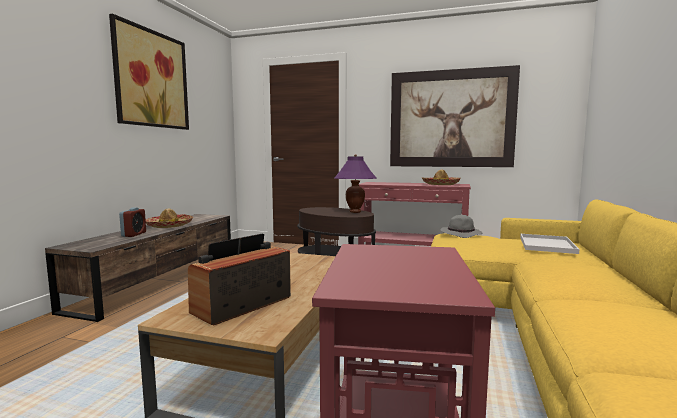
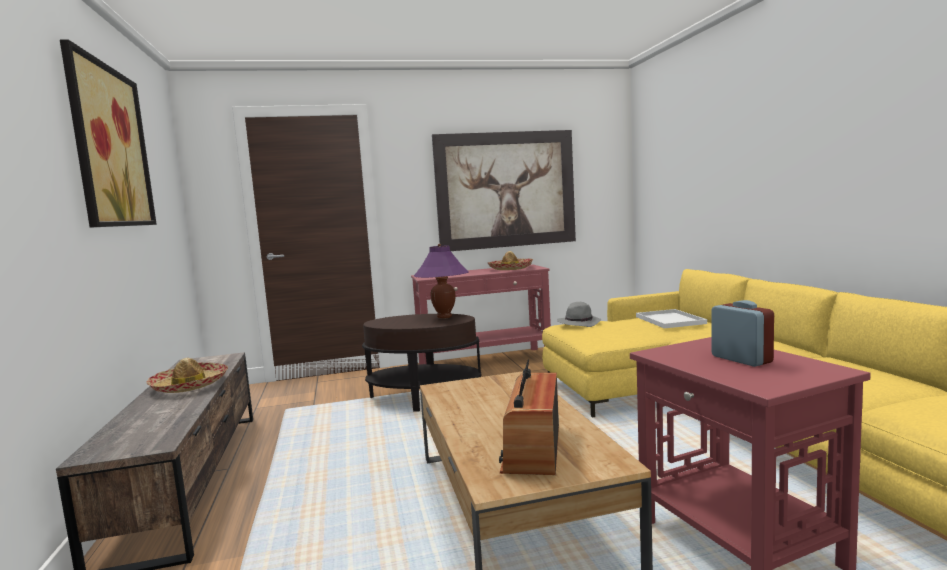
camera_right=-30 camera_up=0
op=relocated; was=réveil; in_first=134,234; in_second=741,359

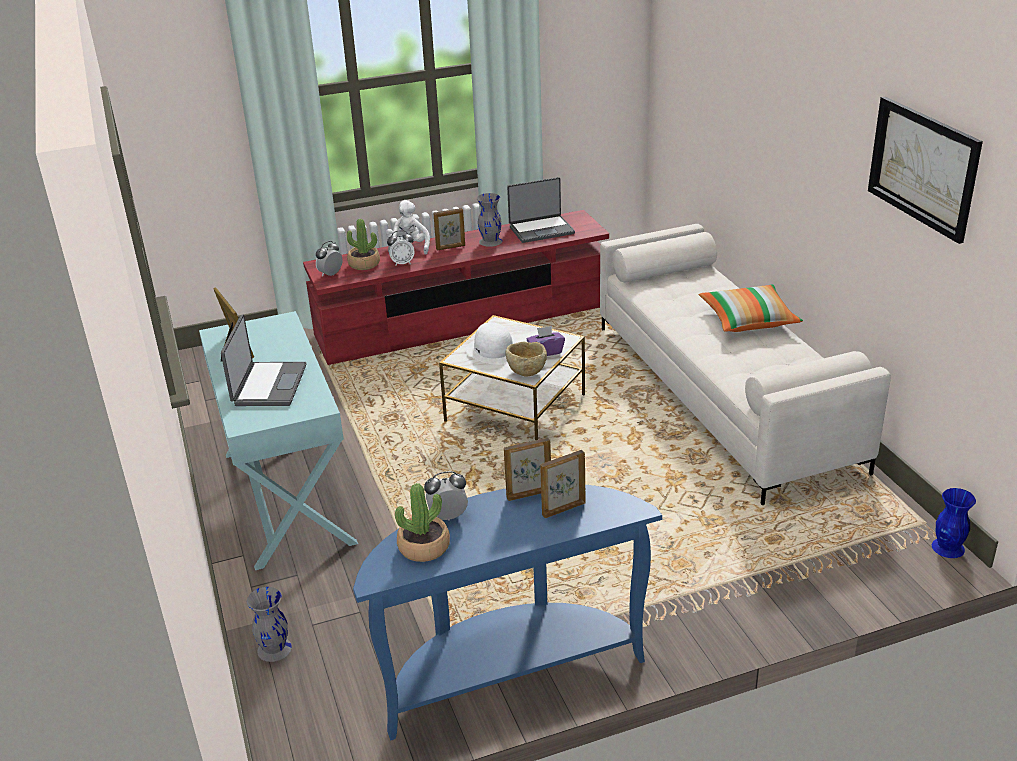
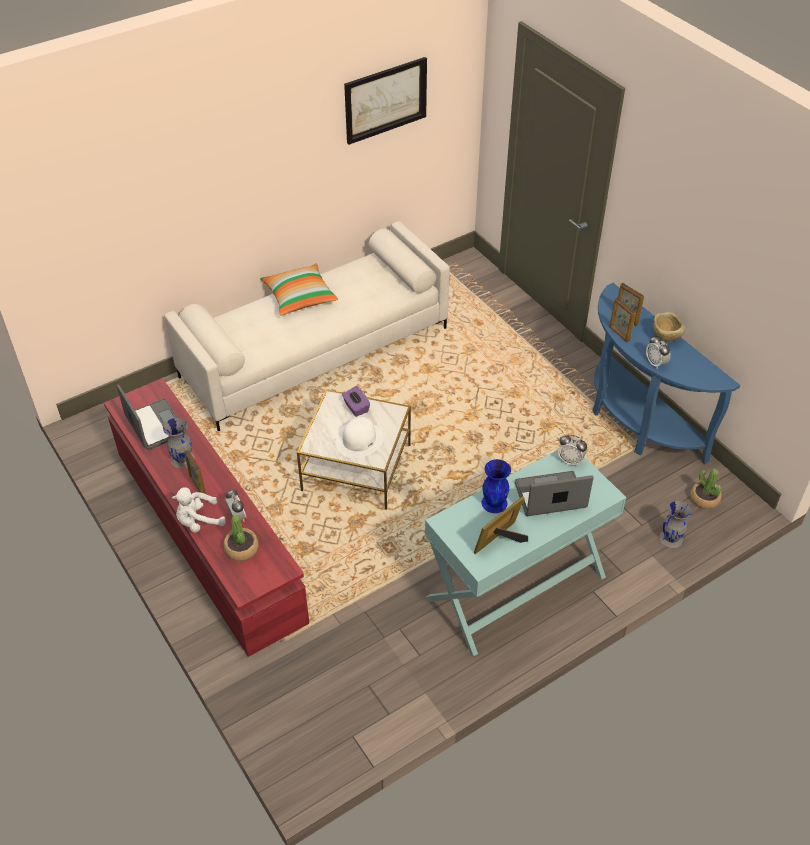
camera_right=-105 camera_up=15
op=relocated; was=réveil; in_first=330,274; in_second=570,460
op=relocated; was=bol (beige); in_first=526,372; in_second=665,337
op=relocated; was=plante en pot; in_first=424,547; in_second=704,499
op=relocated; was=vase (bleu); in_first=948,548; in_second=495,503

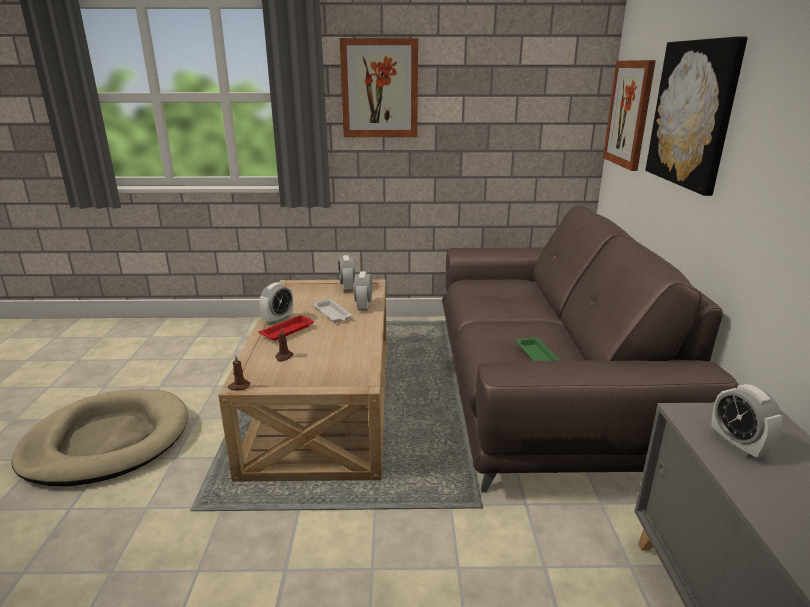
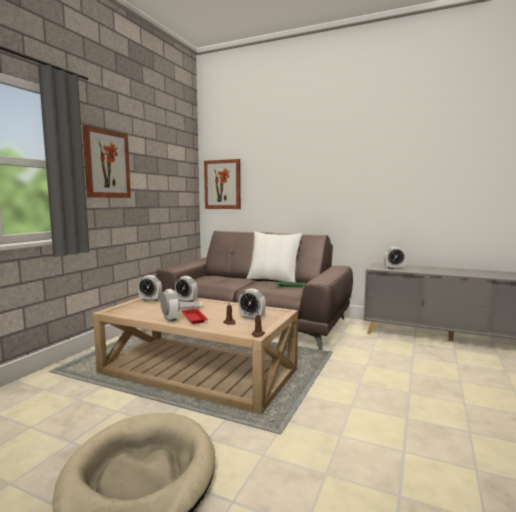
camera_right=-65 camera_up=-15
op=missing; was=tableau; in_first=693,114
op=appeared; now=coussin (blanc); in_second=273,280
op=appeared; now=réveil; in_second=252,318

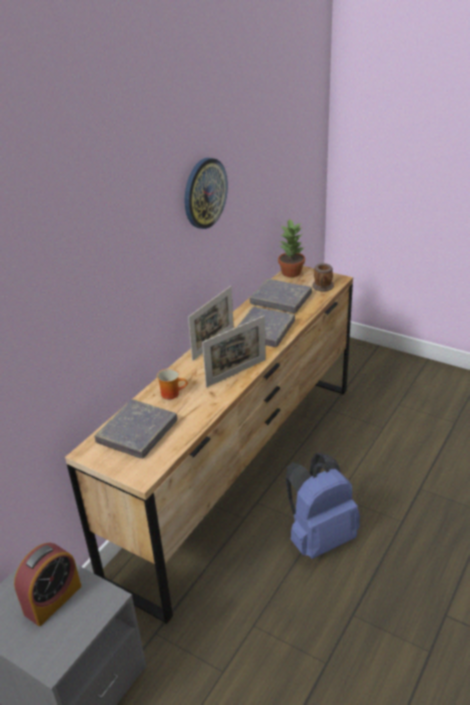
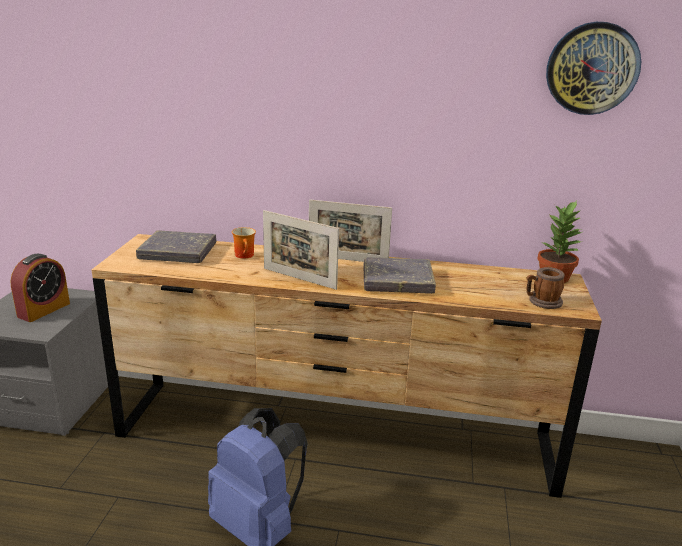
camera_right=65 camera_up=-10
op=relocated; was=horloge murale; in_first=204,193; in_second=592,68
op=missing; was=livre (gris); in_first=281,299
op=spun; was=réveil; in_first=53,600; in_second=44,310; clockwise=-75

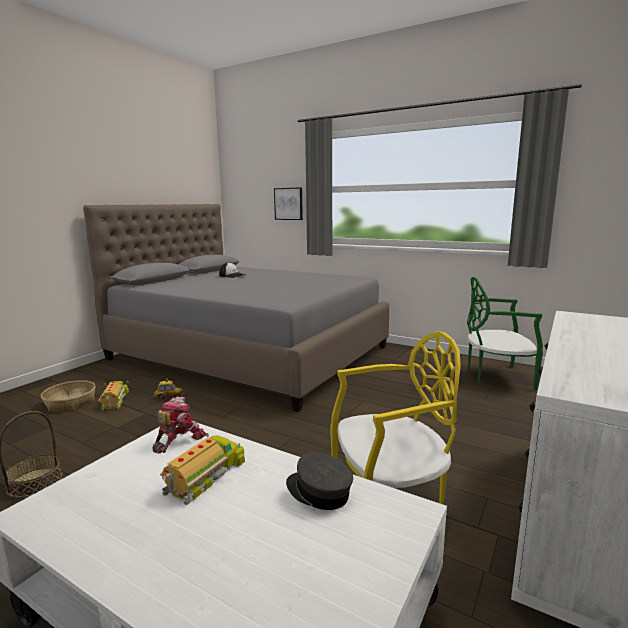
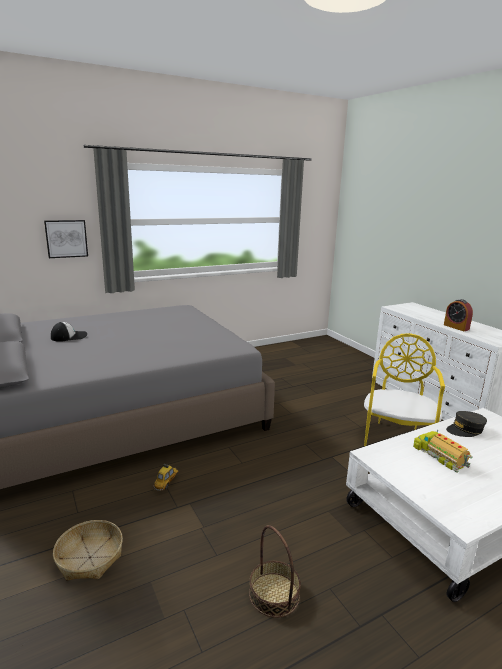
camera_right=-60 camera_up=5
op=missing; was=chaise (vert); in_first=496,376
op=missing; was=camion jouet; in_first=115,400
op=missing; was=robot jouet; in_first=178,440
op=appeared; now=réveil; in_second=456,327

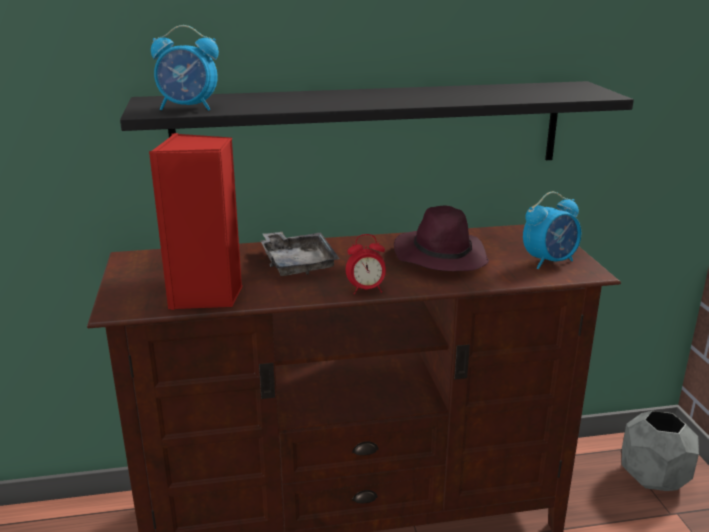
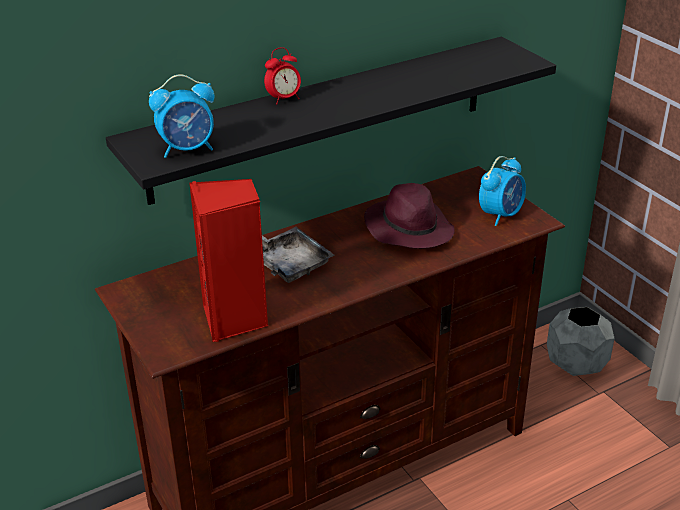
camera_right=-20 camera_up=10
op=relocated; was=réveil; in_first=366,290; in_second=284,99

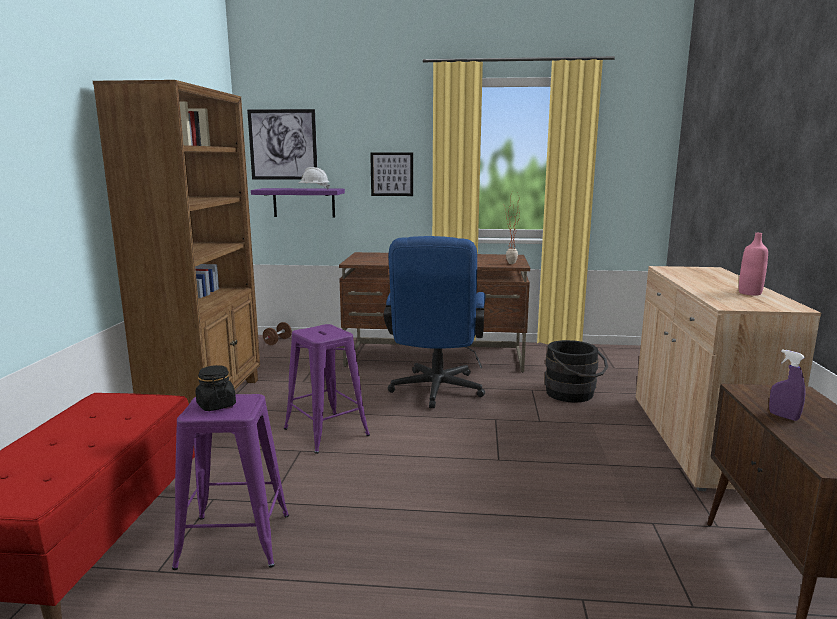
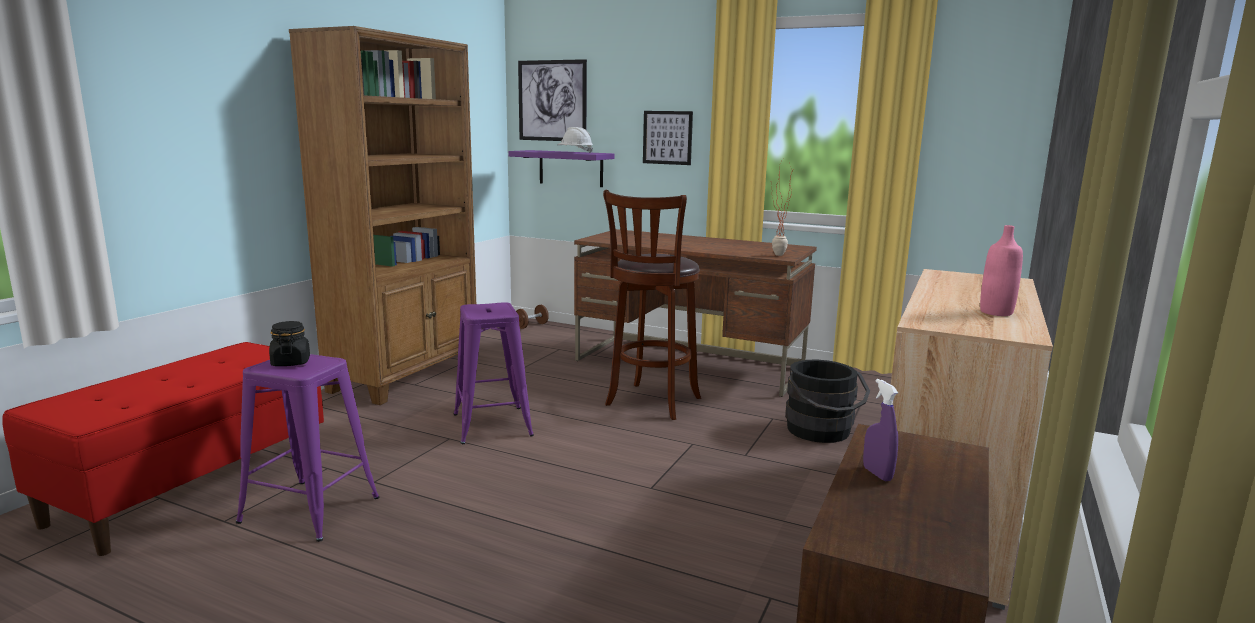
camera_right=20 camera_up=0
op=exchanged; was=chaise de bureau (bleu); now=tabouret (marron); in_first=435,392; in_second=651,403

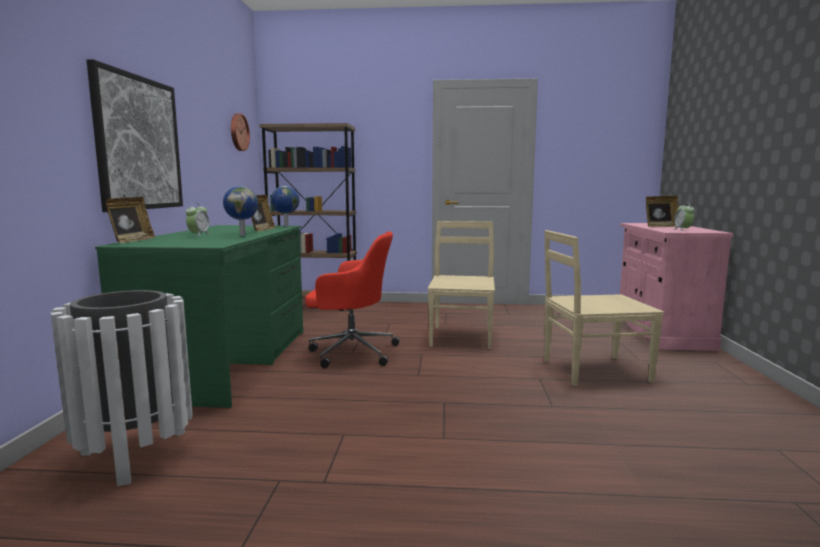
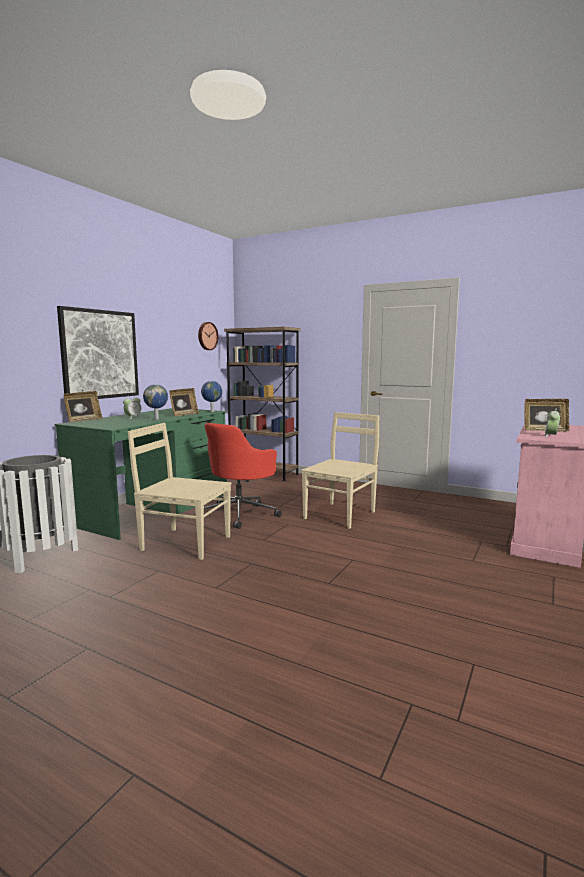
camera_right=25 camera_up=0
op=relocated; was=chaise (beige); in_first=593,370; in_second=184,543
op=spun; was=chaise de bureau (rouge); in_first=351,352; in_second=240,514; clockwise=90

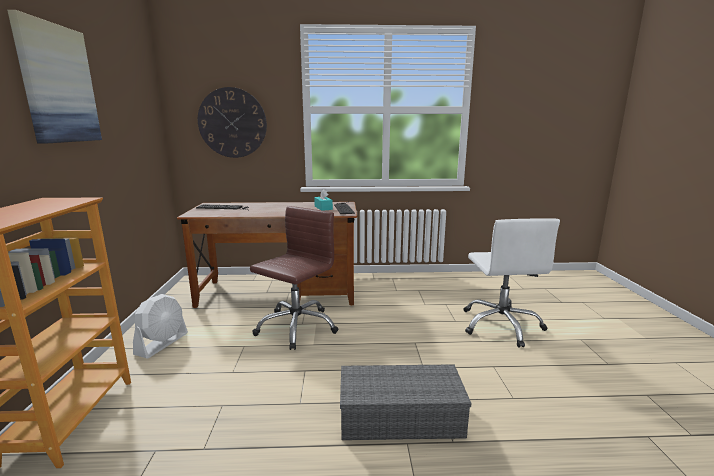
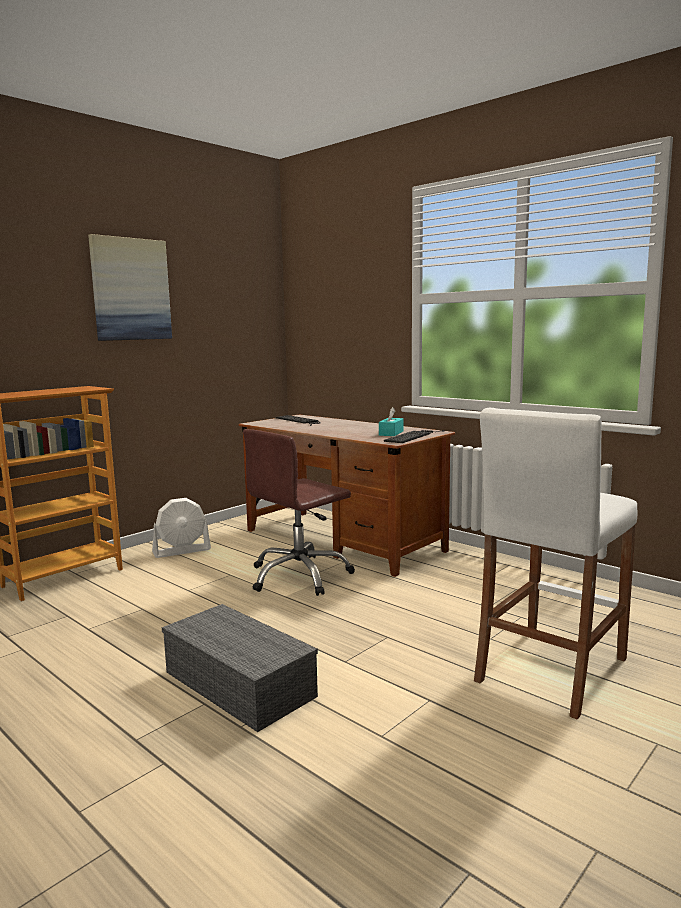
camera_right=45 camera_up=-5
op=missing; was=horloge murale; in_first=232,123
op=spun; was=chaise de bureau (marron); in_first=296,327; in_second=299,576; clockwise=150
op=exchanged; was=chaise de bureau (blanc); now=tabouret (blanc); in_first=501,325; in_second=550,669

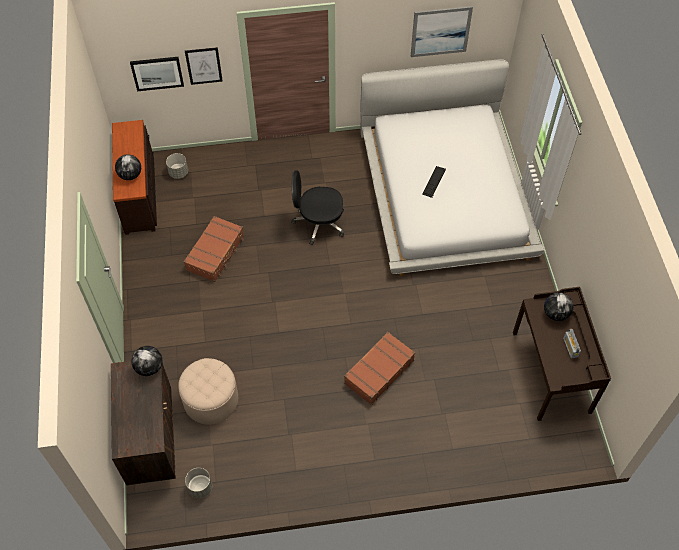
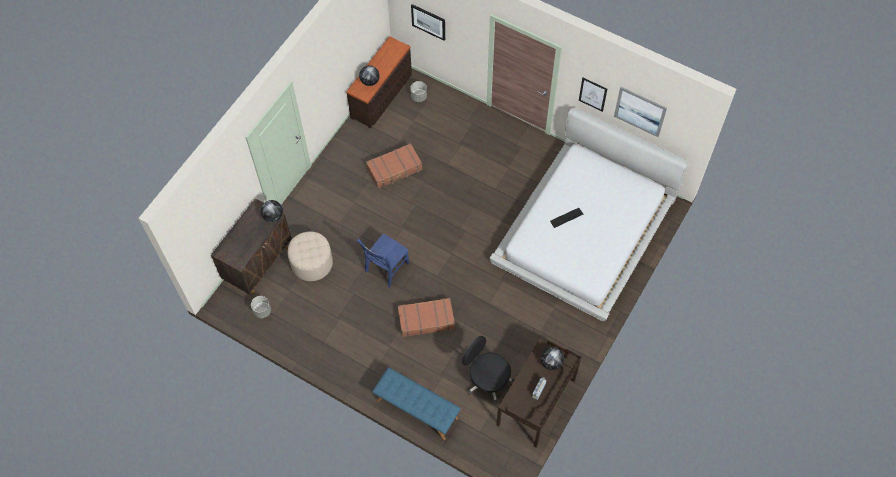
camera_right=40 camera_up=5
op=relocated; was=tableau; in_first=204,65; in_second=593,94
op=relocated; was=chaise de bureau (noir); in_first=318,223; in_second=487,380
op=appeared; now=chaise (bleu); in_second=385,268
op=appeared; now=banc (bleu); in_second=416,410

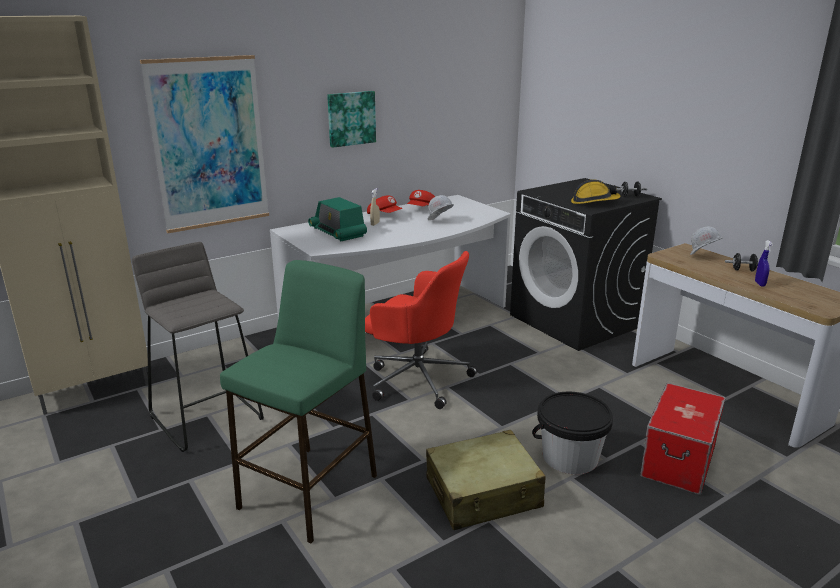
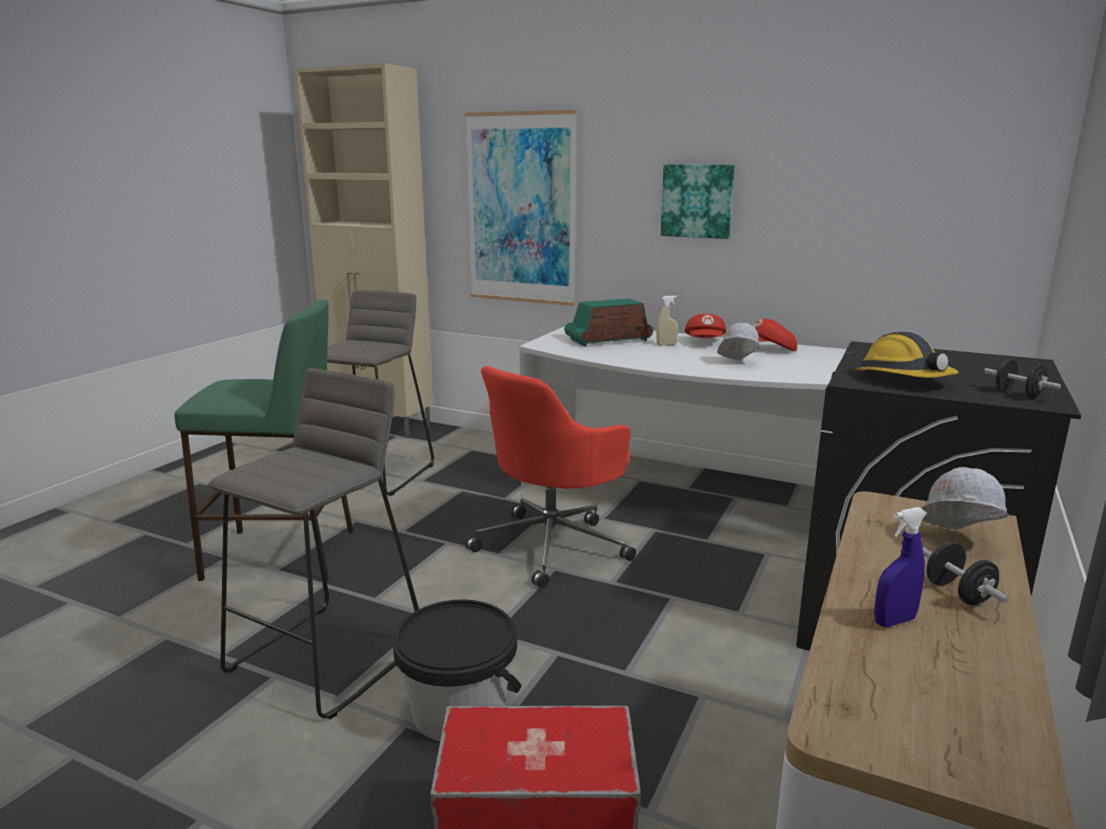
camera_right=60 camera_up=-5
op=spun; was=radio; in_first=338,232; in_second=608,340; clockwise=45
op=spun; was=chaise de bureau (rouge); in_first=417,378; in_second=553,545; clockwise=45
op=exchanged; was=valise (beige); now=tabouret (gris); in_first=483,493; in_second=328,658

